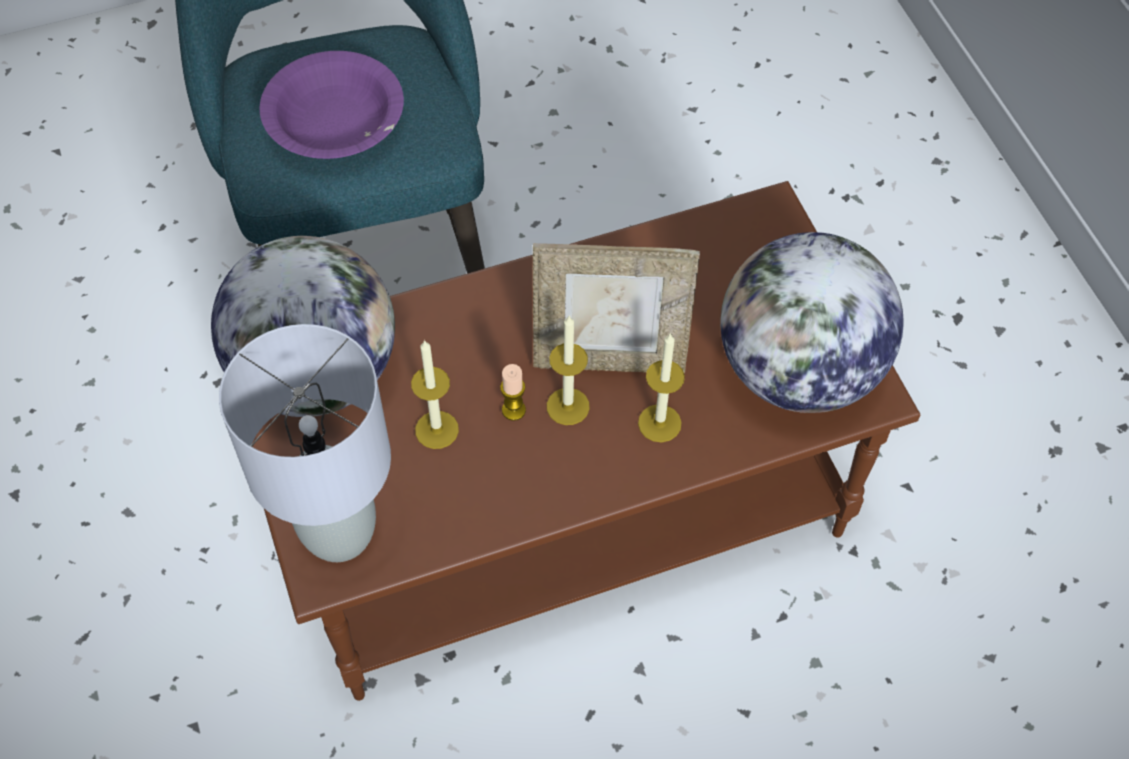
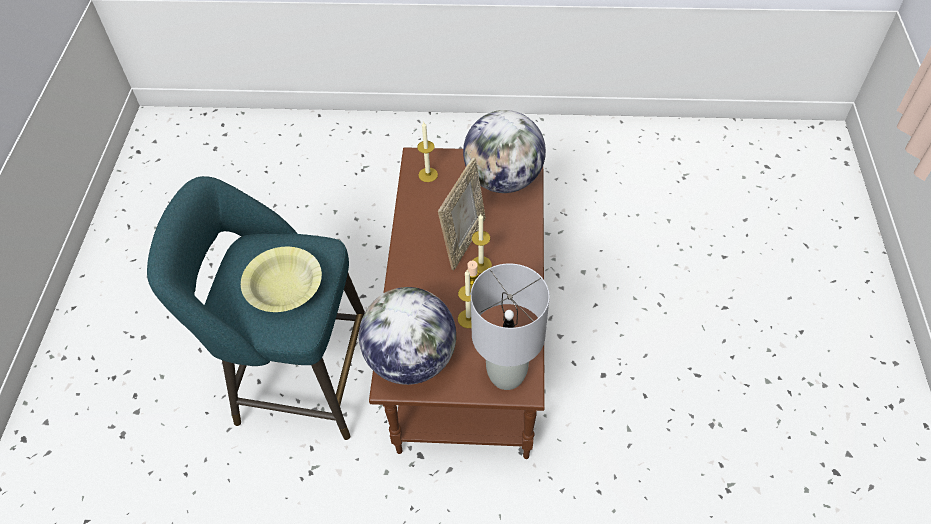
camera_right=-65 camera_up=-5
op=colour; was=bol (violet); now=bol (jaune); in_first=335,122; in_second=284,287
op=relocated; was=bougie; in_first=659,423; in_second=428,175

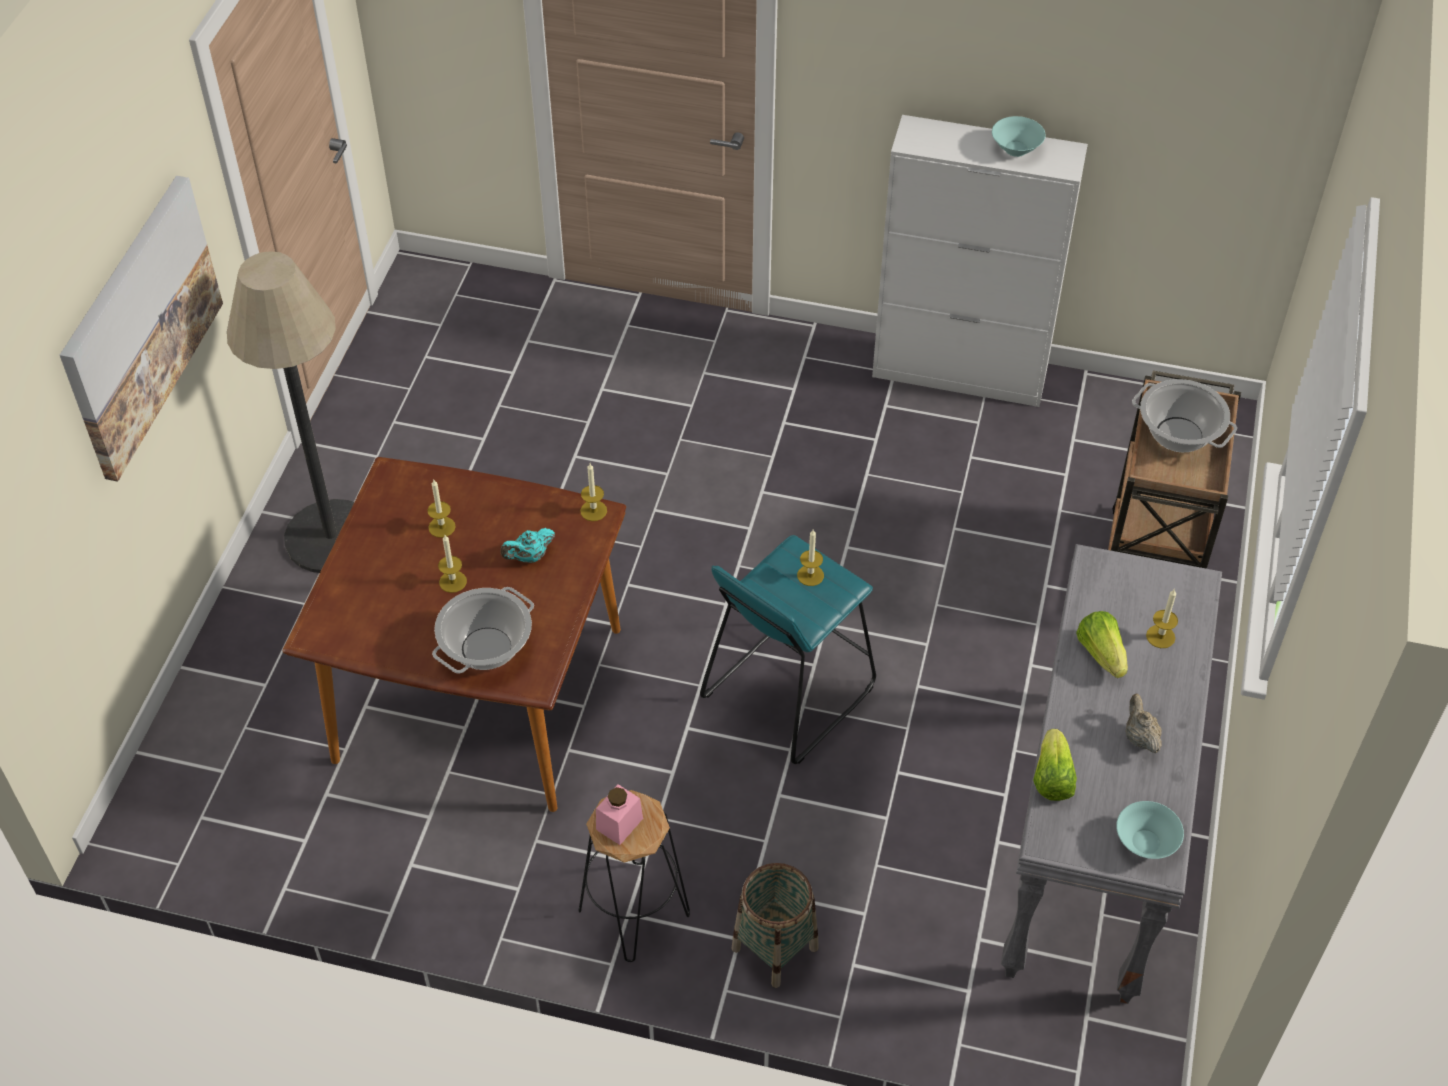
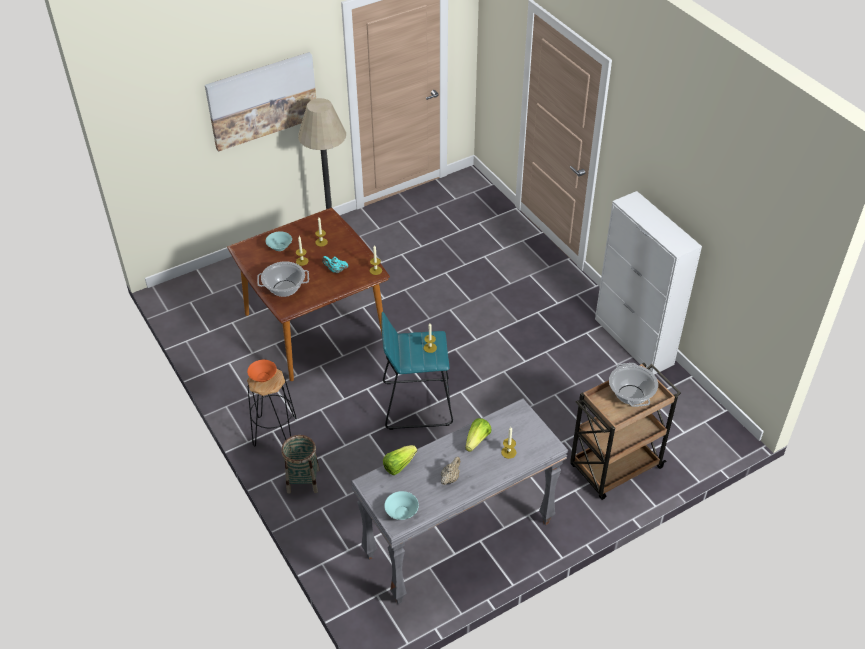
camera_right=45 camera_up=-5
op=relocated; was=bol (turquoise); in_first=1016,149; in_second=279,247
op=exchanged; was=bocal (rose); now=bol (orange); in_first=619,824; in_second=263,377

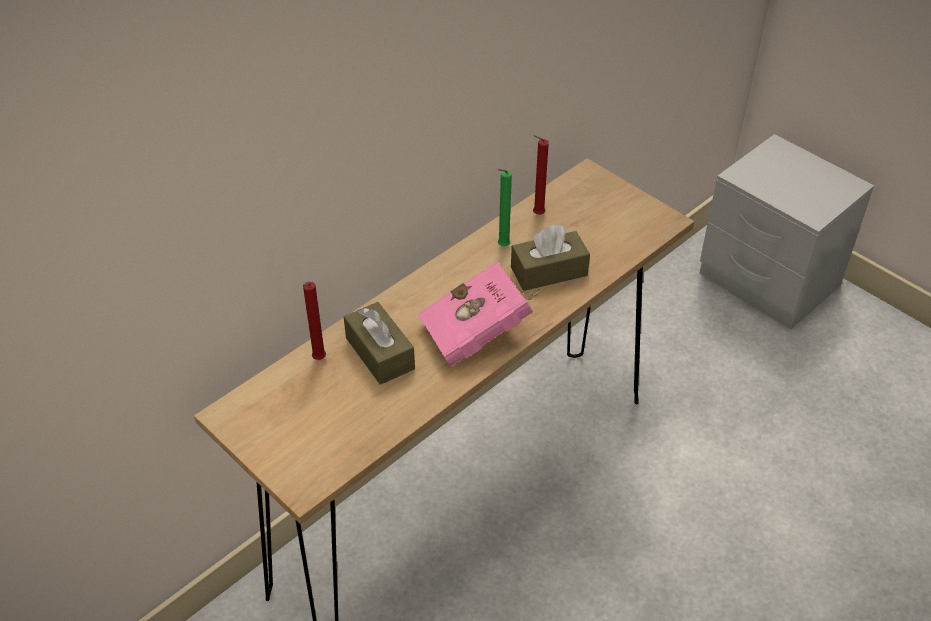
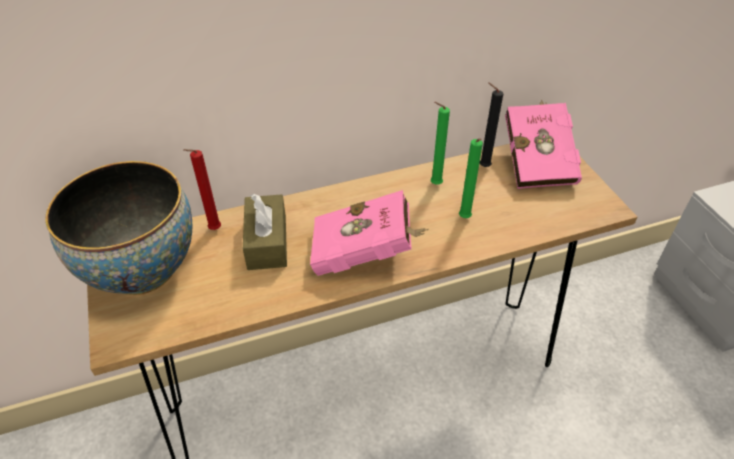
camera_right=25 camera_up=0
op=colour; was=bougie (rouge); now=bougie (noir); in_first=536,215; in_second=482,166
op=exchanged; was=boîte à mouchoirs (marron); now=bougie (vert); in_first=549,271; in_second=464,219
op=appeared; now=livre (rose); in_second=537,161
op=appeared; now=bol; in_second=142,270

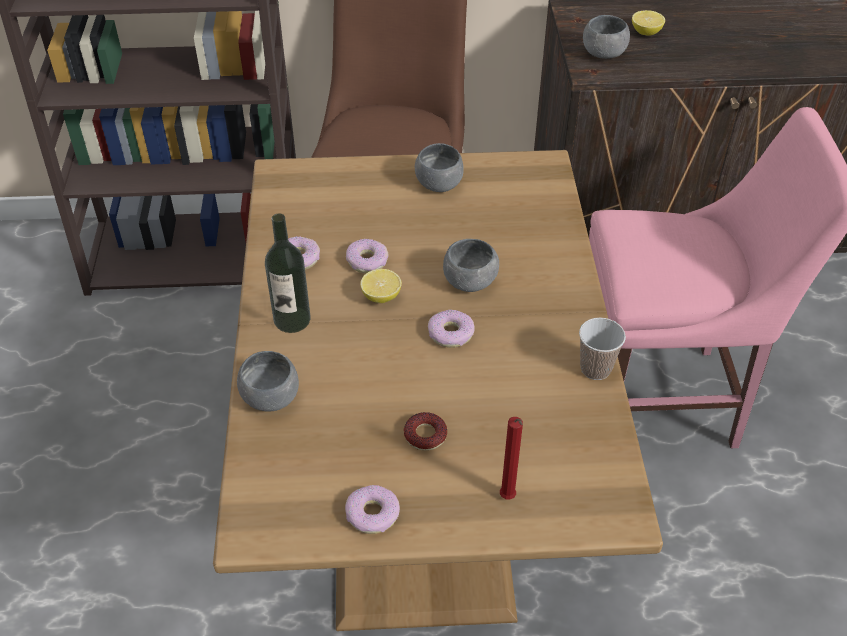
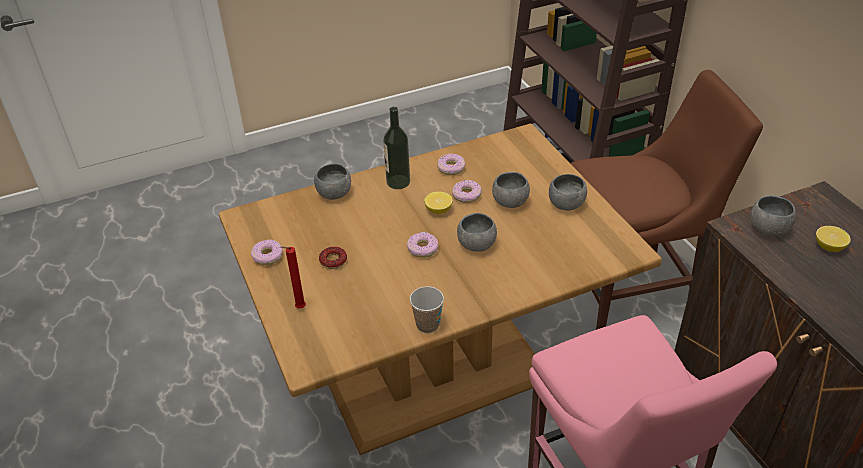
camera_right=70 camera_up=-5
op=appeared; now=bol (gris); in_second=510,202

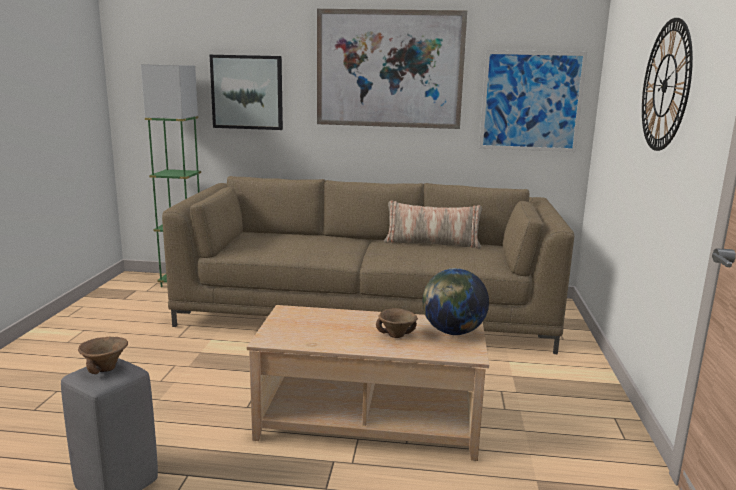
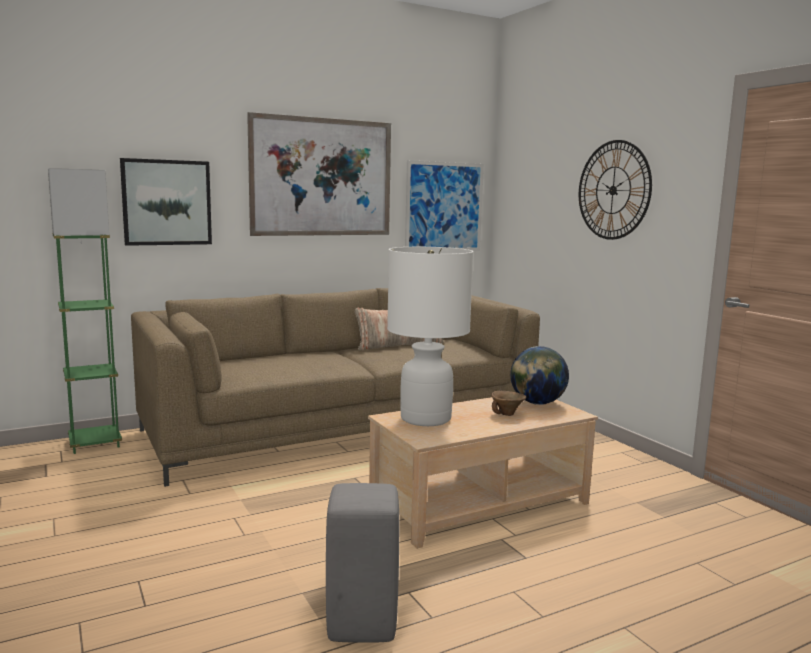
camera_right=-35 camera_up=-5
op=missing; was=bol (marron); in_first=105,369
op=appeared; now=lampe de table (blanc); in_second=425,418

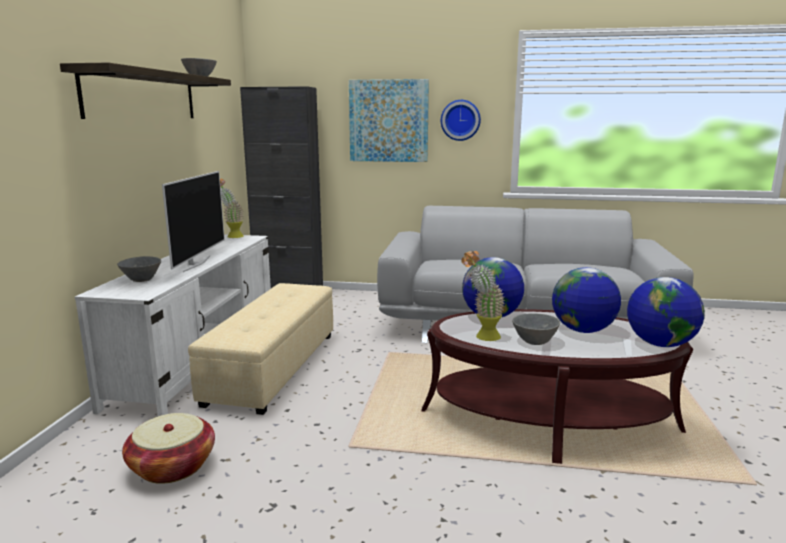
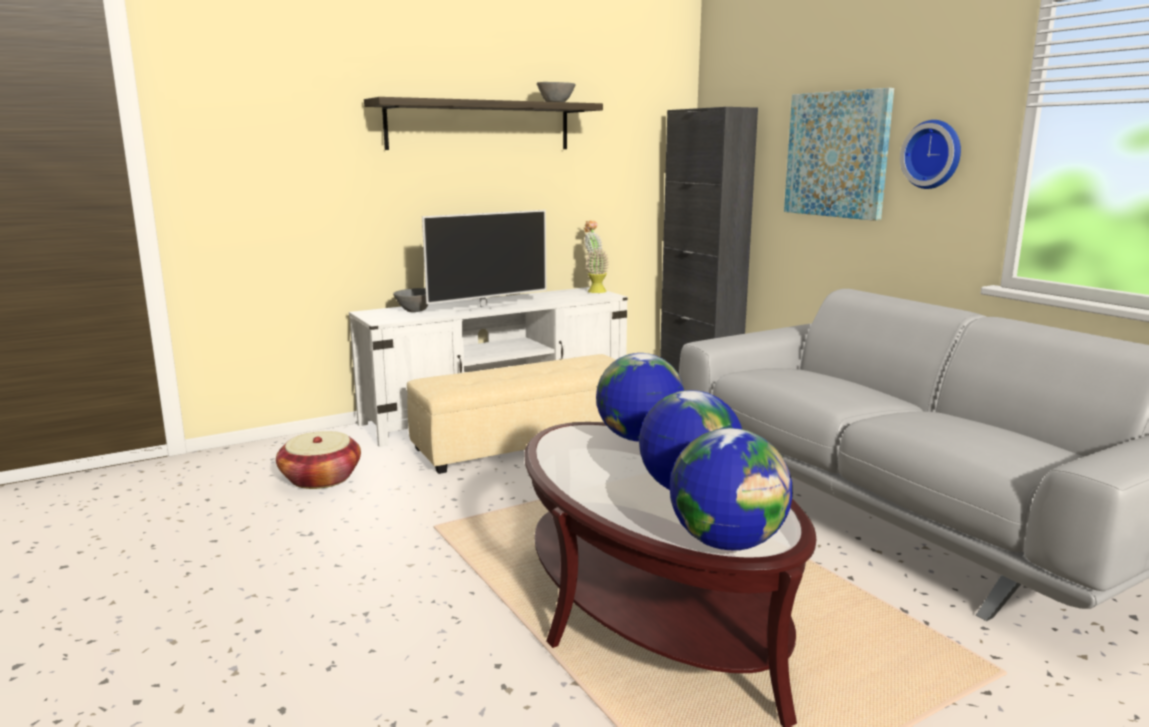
camera_right=50 camera_up=0
op=missing; was=plante en pot; in_first=481,337
op=missing; was=bol (gris); in_first=533,340

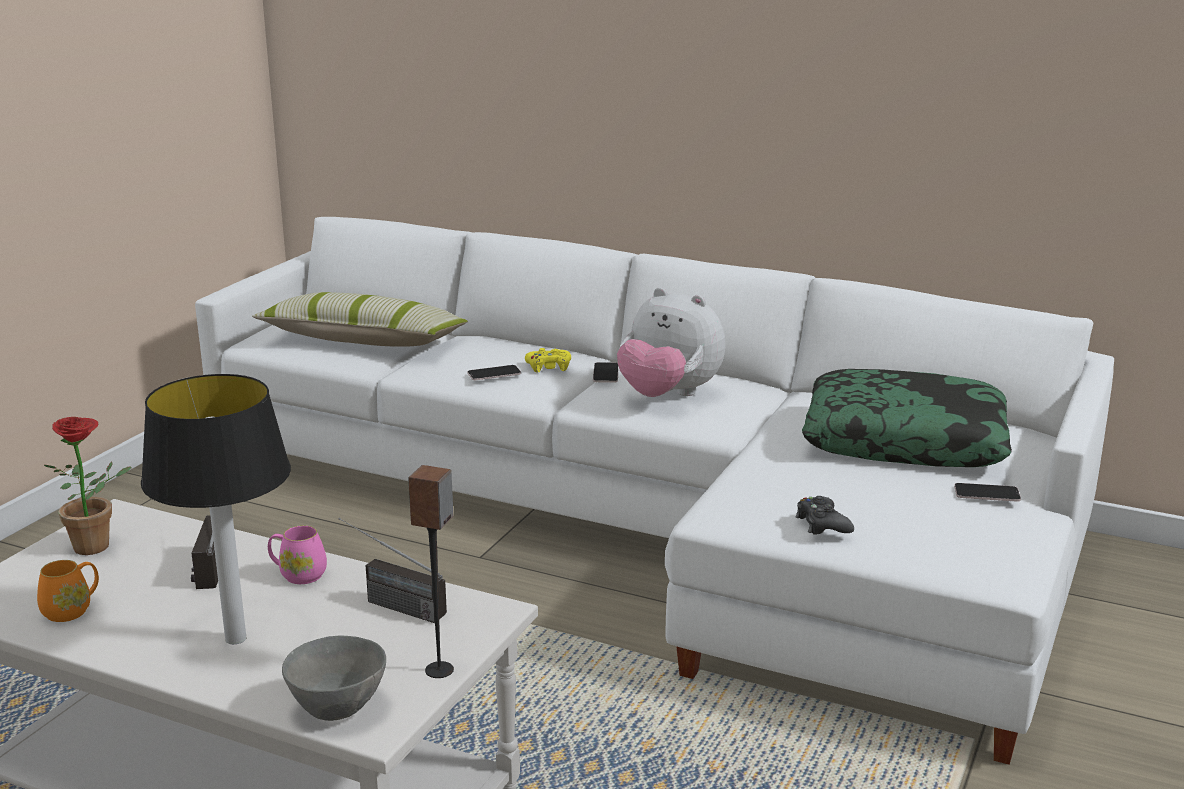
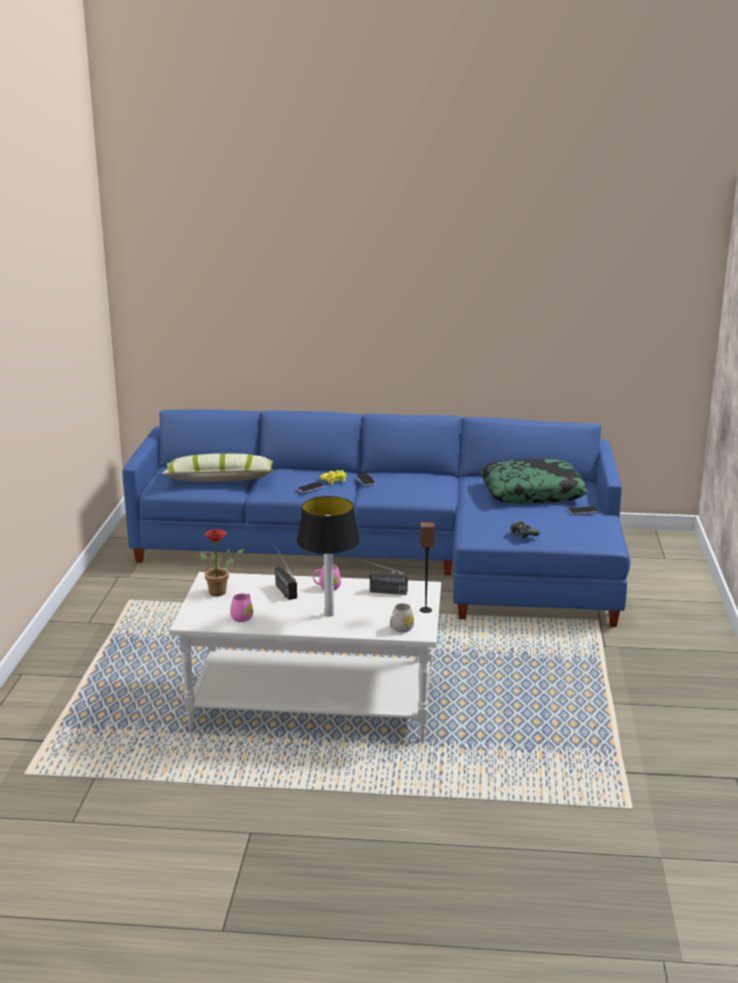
camera_right=-20 camera_up=0
op=colour; was=canapé (blanc); now=canapé (bleu); in_first=660,525; in_second=399,556
op=missing; was=peluche; in_first=668,395
op=colour; was=mug (orange); now=mug (rose); in_first=72,609; in_second=243,616
op=exchanged; was=bol (gris); now=mug (blanc); in_first=338,709; in_second=400,629

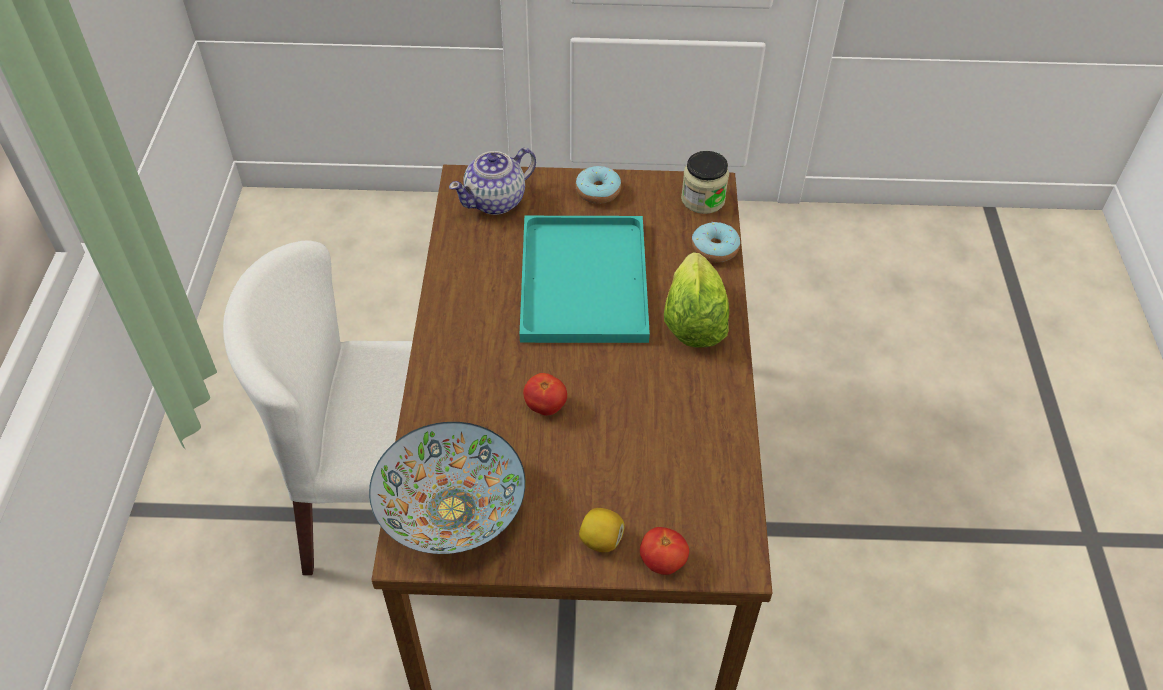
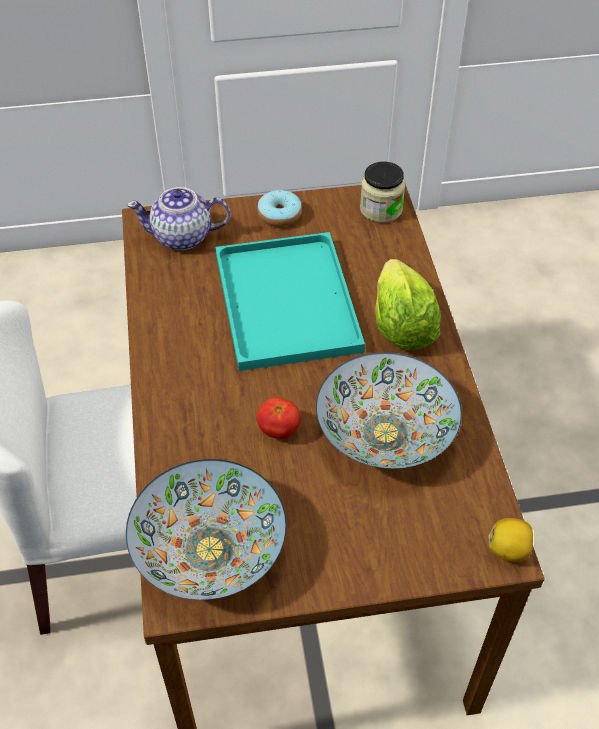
camera_right=-10 camera_up=0
op=spun; was=théière; in_first=496,201; in_second=183,237; clockwise=45
op=missing; was=beignet; in_first=714,249
op=relocated; was=citron; in_first=601,540; in_second=509,550
op=missing; was=tomate; in_first=662,562
op=appeared; now=bol; in_second=386,433

